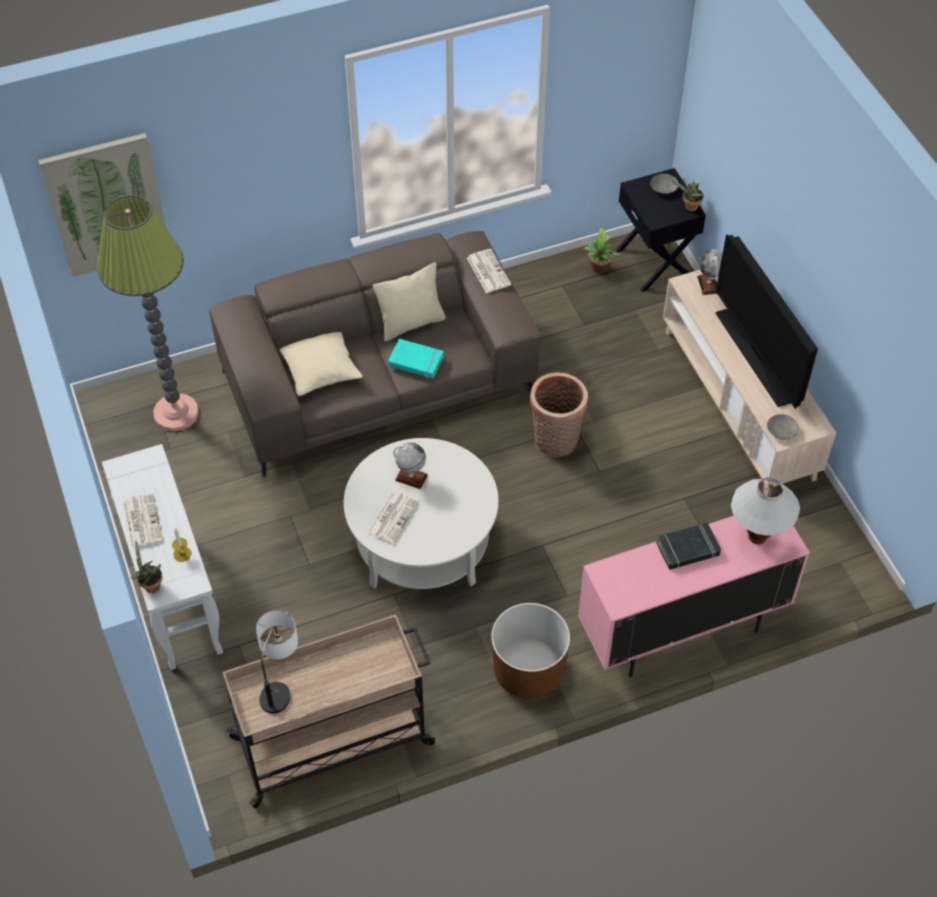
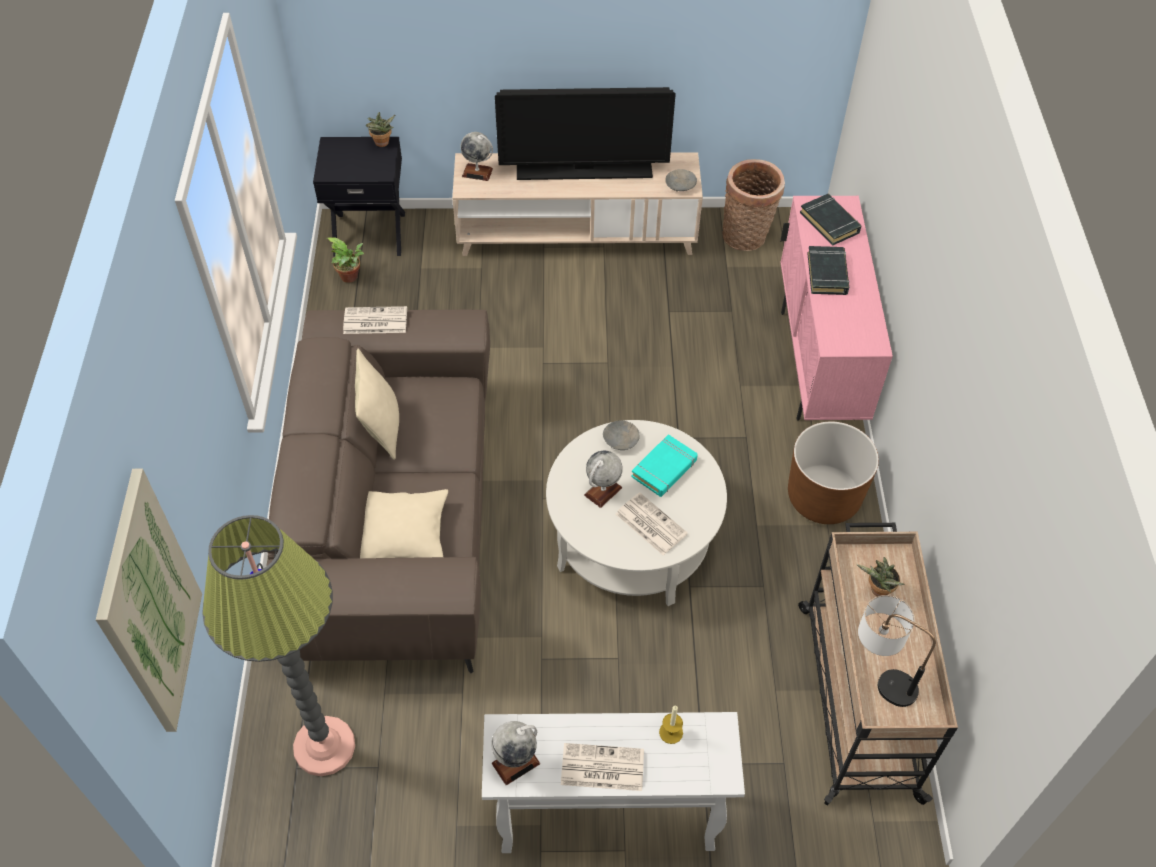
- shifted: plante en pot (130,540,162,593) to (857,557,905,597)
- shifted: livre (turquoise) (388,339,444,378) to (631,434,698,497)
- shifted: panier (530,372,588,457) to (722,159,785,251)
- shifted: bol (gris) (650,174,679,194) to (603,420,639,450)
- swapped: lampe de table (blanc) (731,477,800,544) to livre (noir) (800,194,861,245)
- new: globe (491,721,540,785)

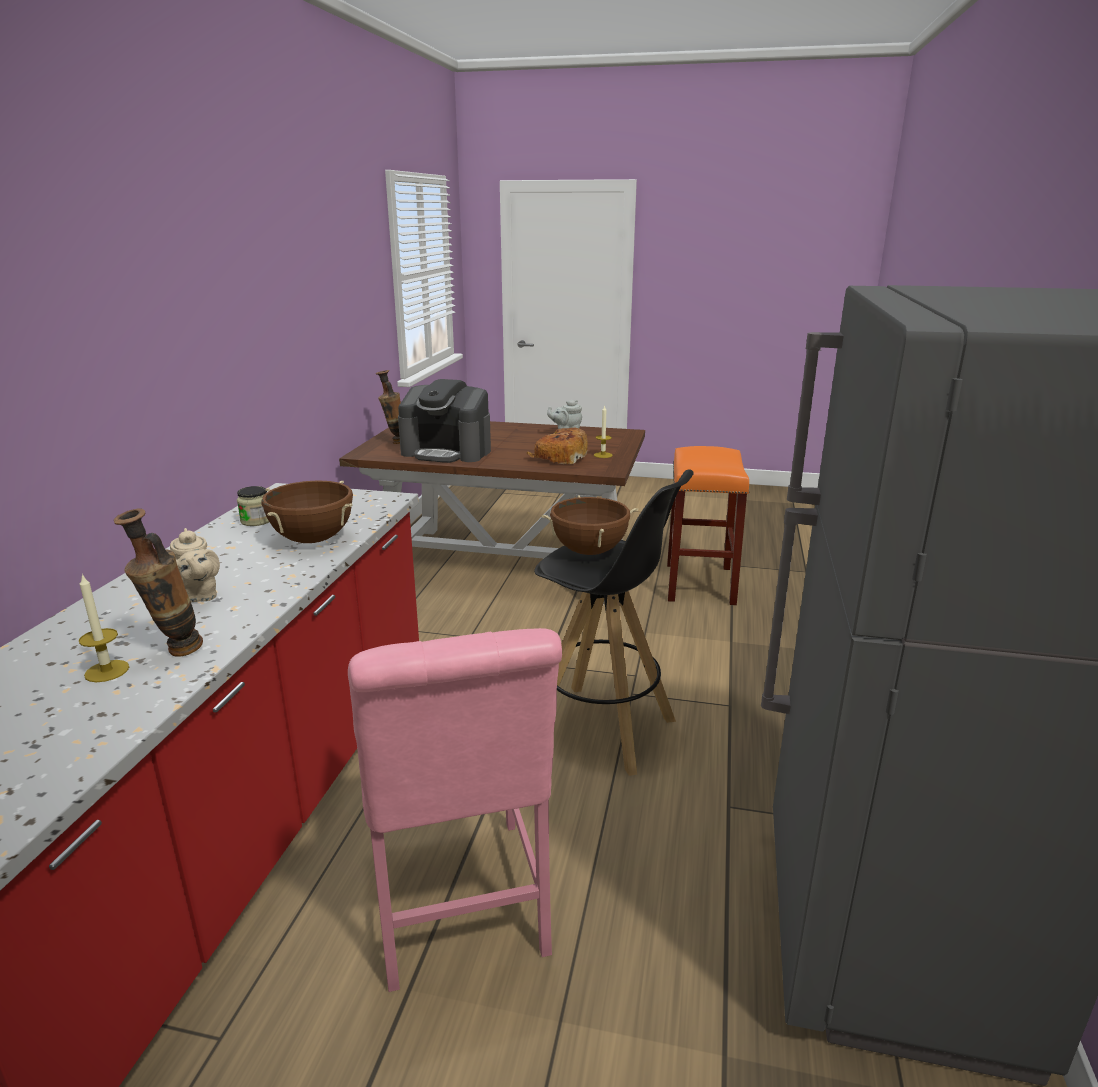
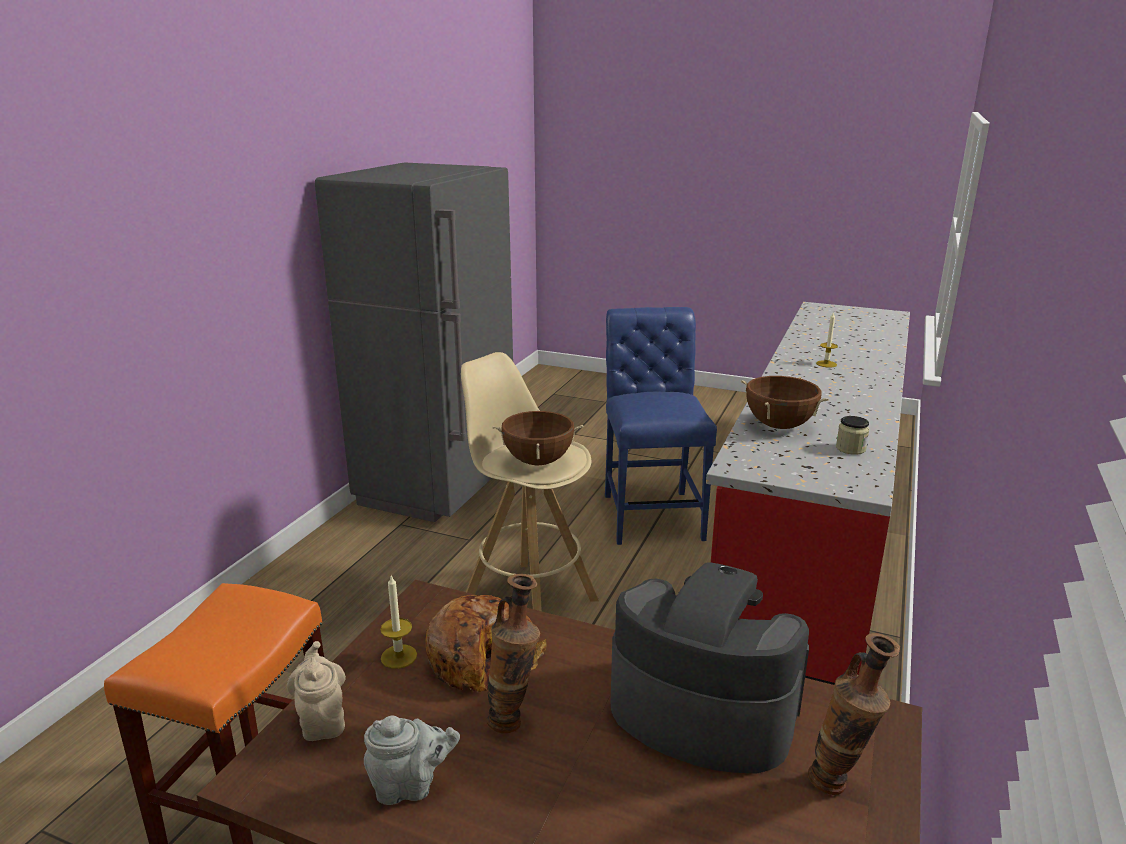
- shifted: vase (114,508,203,657) to (487,574,540,733)
- shifted: théière (beige) (170,528,220,603) to (287,641,346,741)
- repainted: chaise (rose) (348,628,562,992) to chaise (bleu) (605,307,717,545)
- repainted: tabouret (noir) (534,469,694,776) to tabouret (beige) (461,352,599,611)

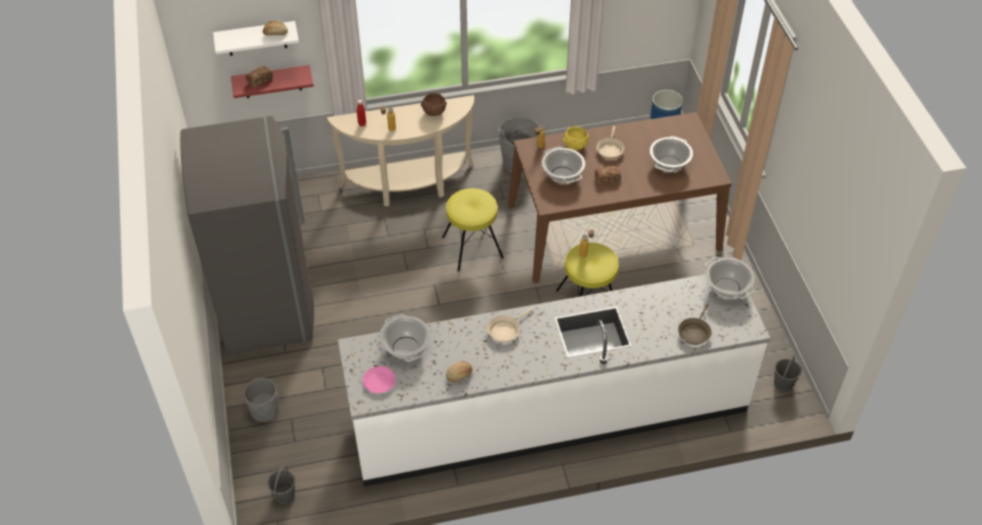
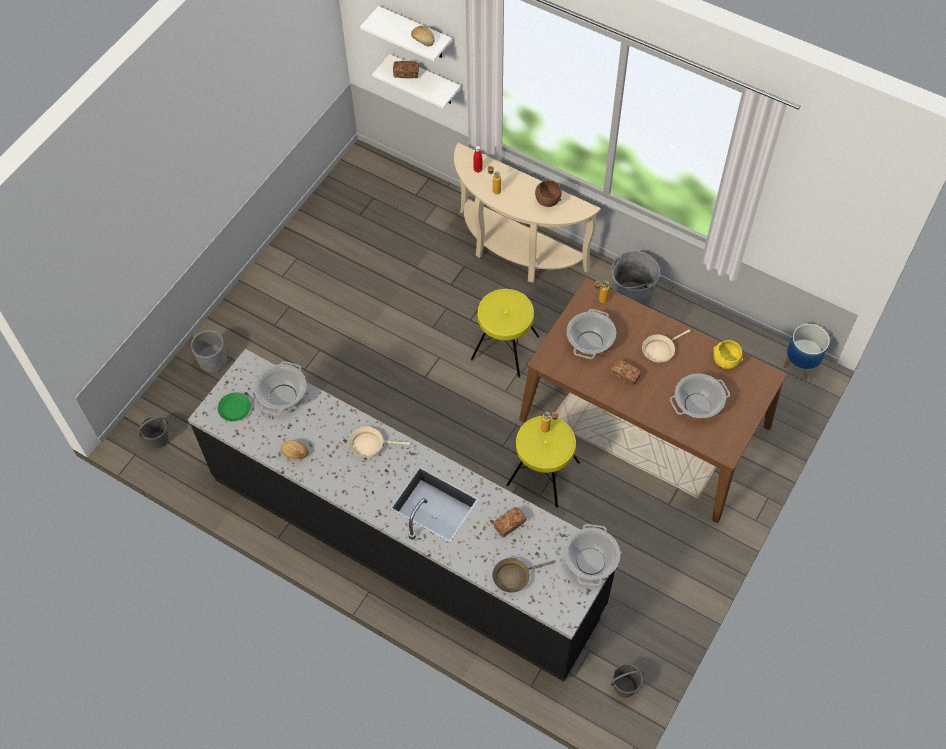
- gone: réfrigérateur (gris) (180,116,314,355)
- repainted: étagère (rouge) (231,65,314,98) to étagère (blanc) (372,54,461,109)
- repainted: comptoir de cuisine (blanc) (338,274,770,487) to comptoir de cuisine (noir) (188,349,622,682)
- repainted: assiette (rose) (363,366,396,393) to assiette (vert) (218,393,251,421)
- shifted: bol (jaune) (563,126,589,151) to (713,340,743,369)
- new: pain (493,507,526,537)

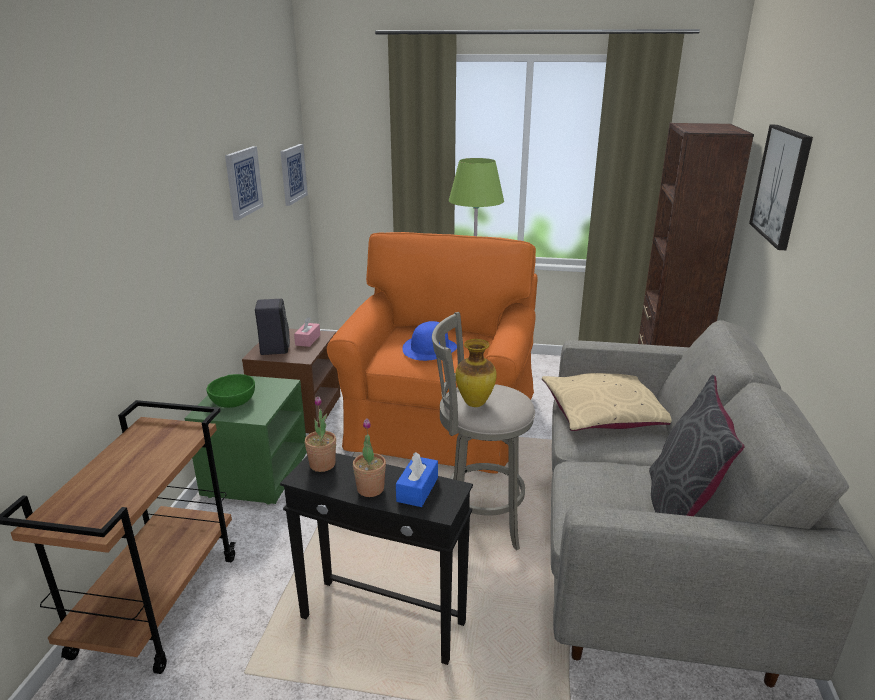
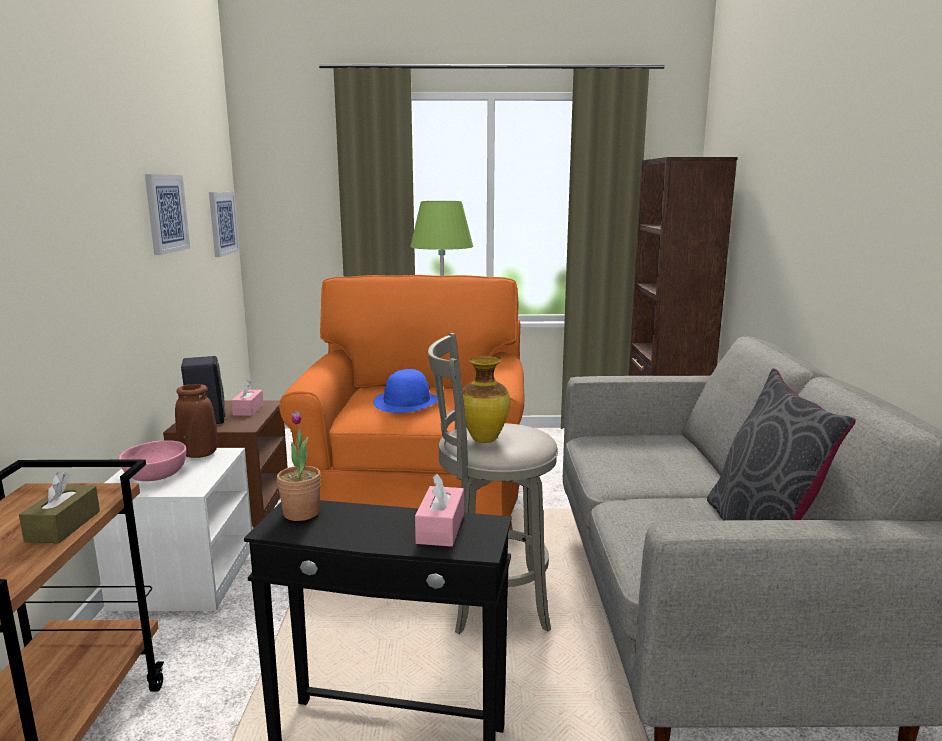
- repainted: table de chevet (vert) (185,374,307,505) to table de chevet (blanc) (93,448,252,614)
- repainted: bol (vert) (207,374,255,408) to bol (rose) (119,440,187,481)
- gone: plante en pot (353,418,386,497)
- repainted: boîte à mouchoirs (bleu) (396,452,438,507) to boîte à mouchoirs (rose) (415,474,464,547)
- gone: coussin (beige) (542,373,672,431)
- gone: tableau (749,125,813,250)
- new: boîte à mouchoirs (marron) (19,472,100,543)
- new: vase (marron) (175,384,217,458)

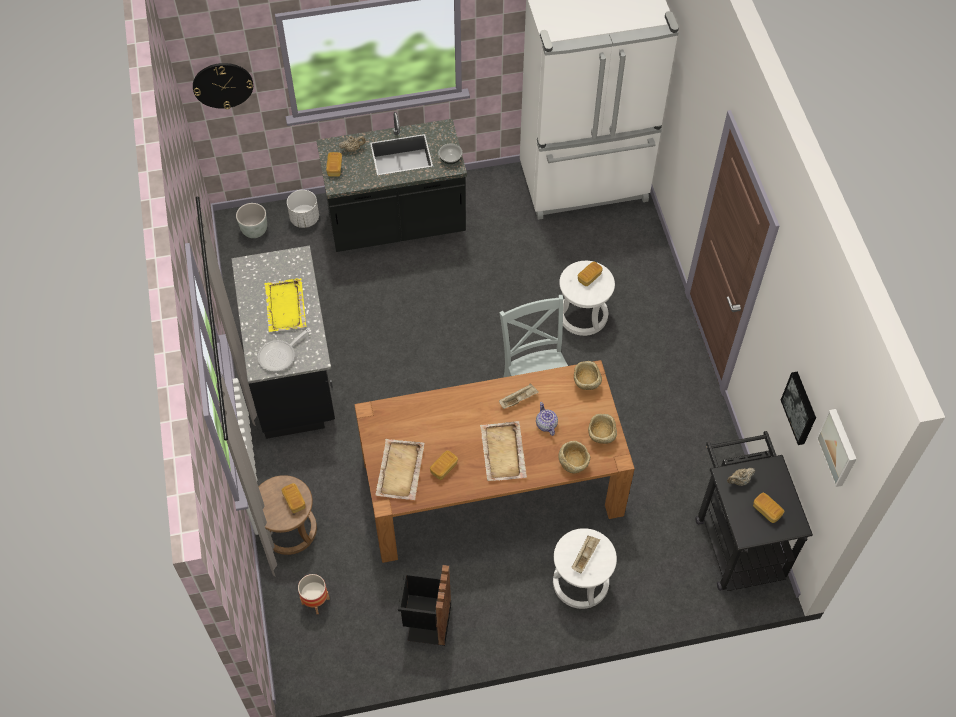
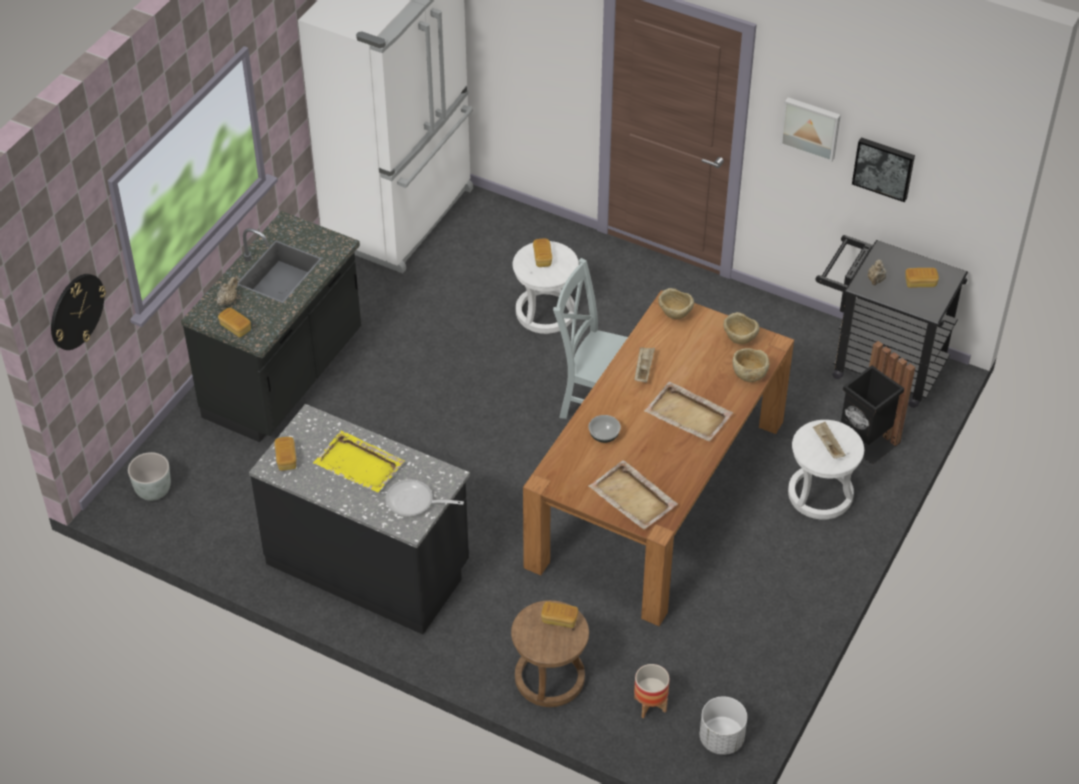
- rotated: poêle (258,328,310,371) = (385,479,464,517) 105 degrees clockwise
- shifted: cache-pot (blanc) (287,190,319,228) to (700,696,747,755)
- shifted: poubelle (noir) (398,565,451,646) to (841,341,915,464)
- shifted: pain (430,450,458,480) to (274,437,296,471)
- shifted: bol (439,144,462,164) to (589,415,621,443)
- gone: théière (536,402,558,436)
- shifted: tableau (816,409,856,487) to (780,97,841,162)

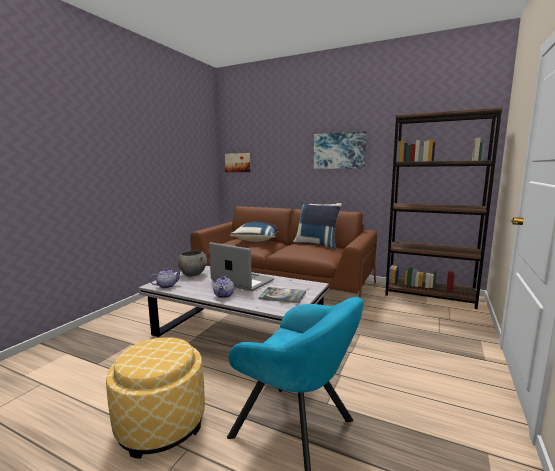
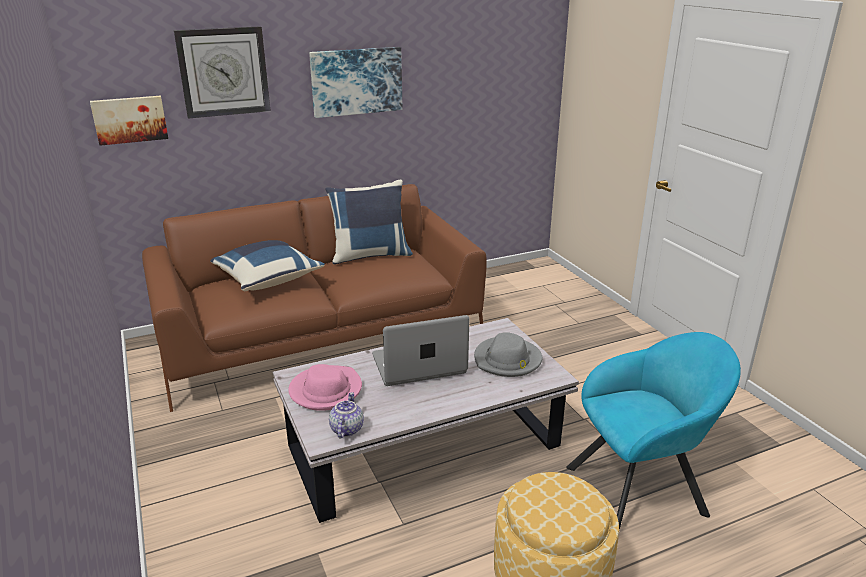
- swapped: bol (gris) (178,251,207,277) to chapeau (rose) (288,364,362,411)
- gone: théière (213,276,234,298)
- swapped: livre (259,287,306,303) to chapeau (gris) (474,332,542,377)
- gone: bibliothèque (marron) (385,107,503,309)
- new: horloge murale (174,26,271,119)

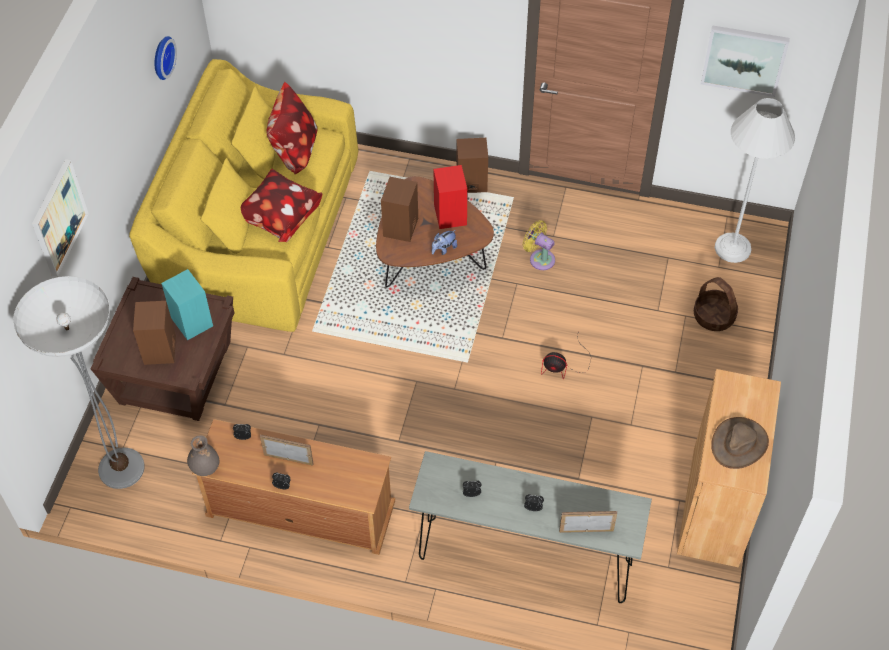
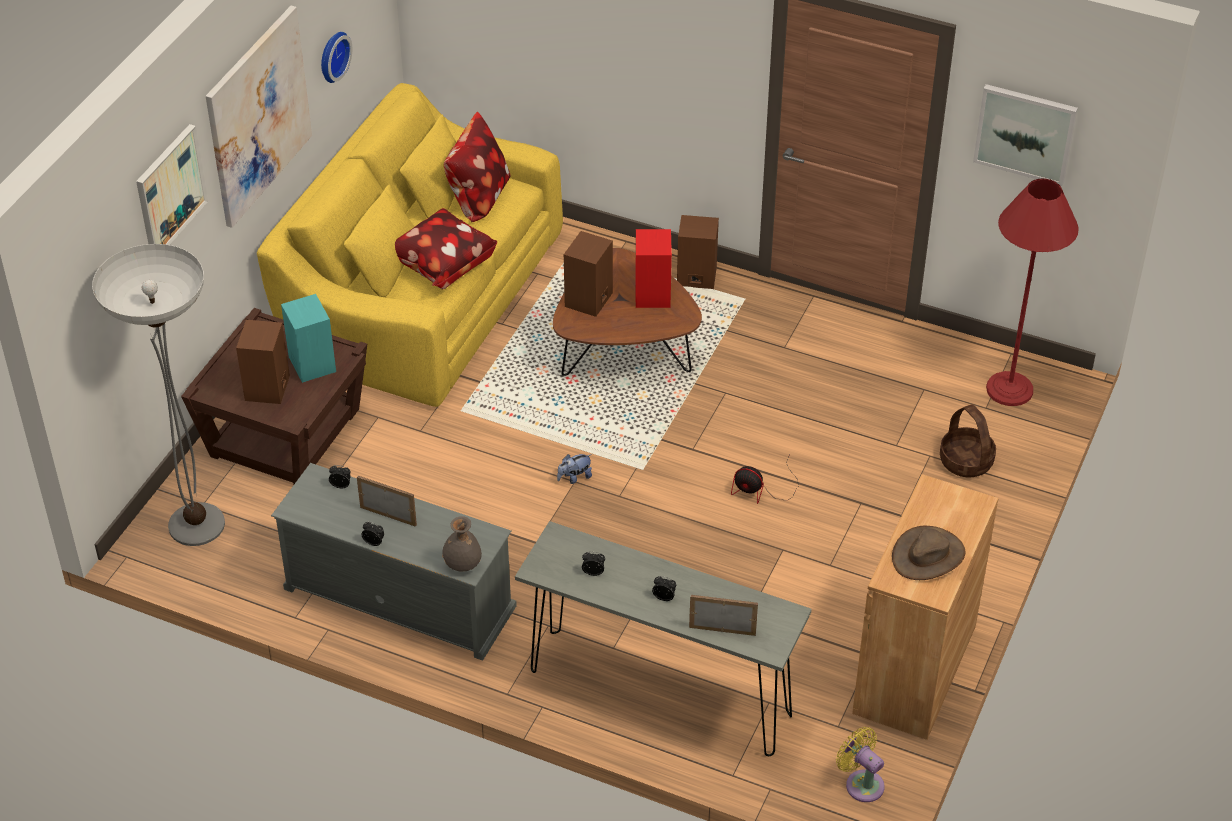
- shifted: vase (gris) (187,435,220,476) to (442,516,482,571)
- repainted: meuble télé (marron) (192,419,395,555) to meuble télé (gris) (271,463,517,661)
- shifted: peluche (432,230,457,255) to (557,454,592,484)
- shifted: ventilateur (jaune) (523,220,555,270) to (836,727,885,802)
- repainted: lampadaire (blanc) (715,98,795,263) to lampadaire (rouge) (986,178,1079,406)
- new: tableau (206,6,312,228)

